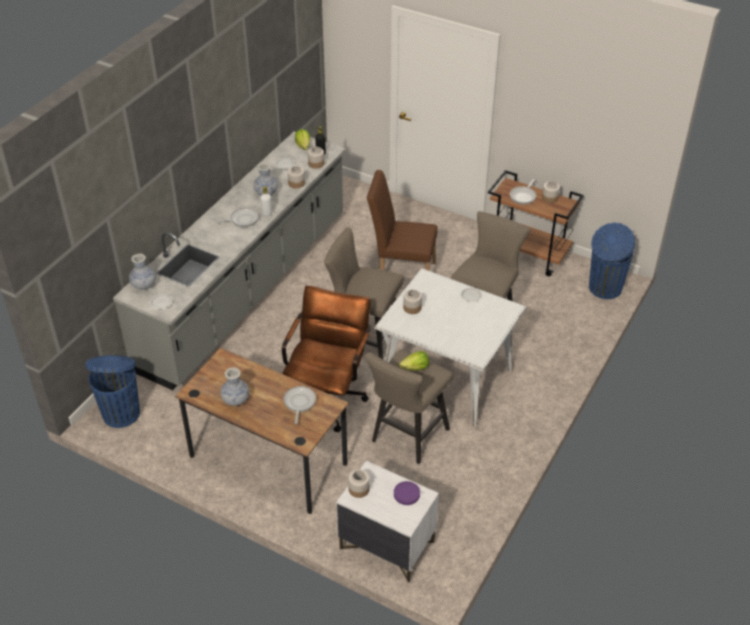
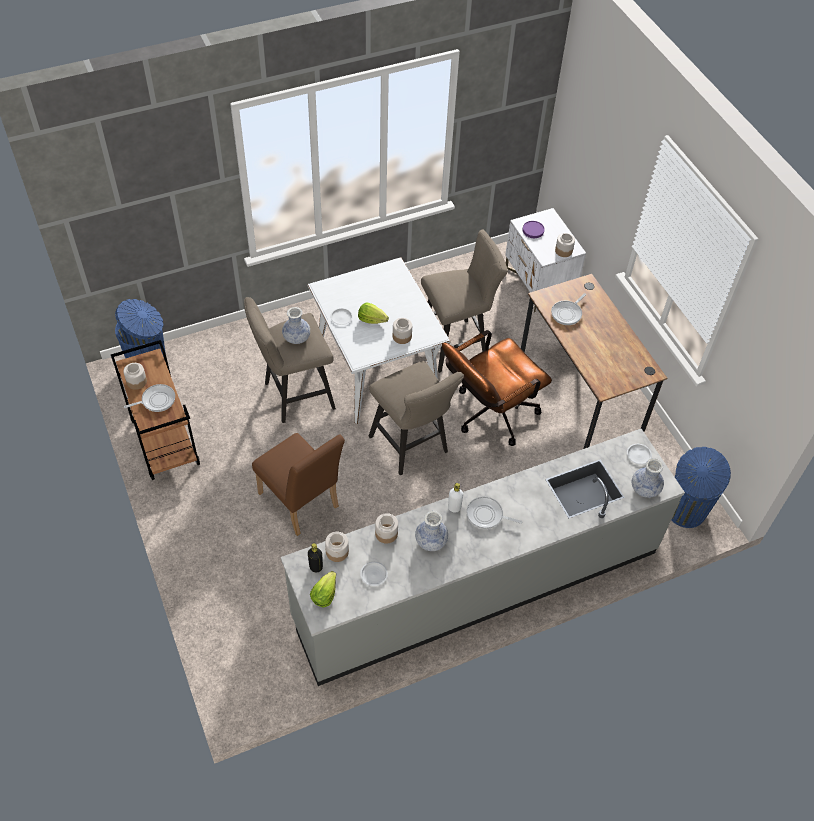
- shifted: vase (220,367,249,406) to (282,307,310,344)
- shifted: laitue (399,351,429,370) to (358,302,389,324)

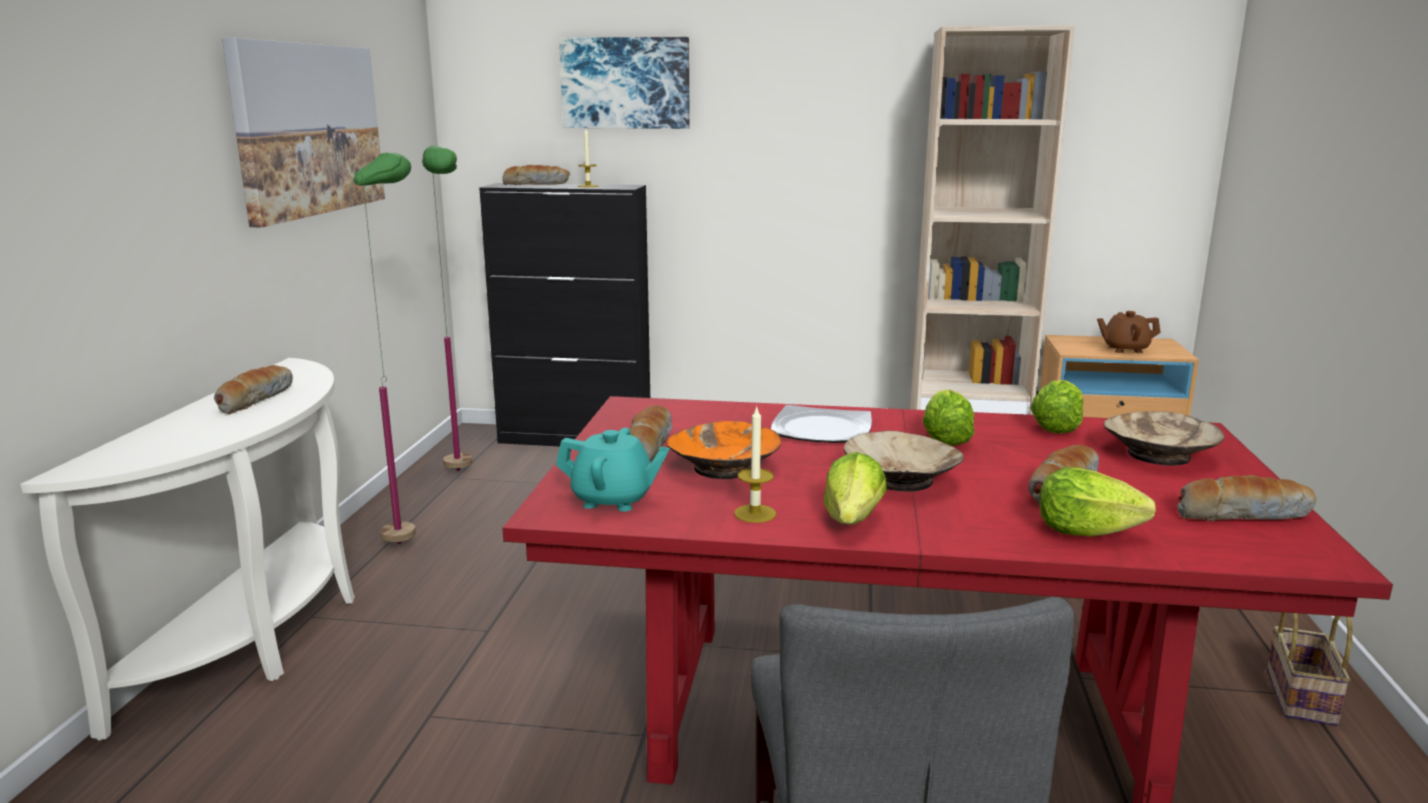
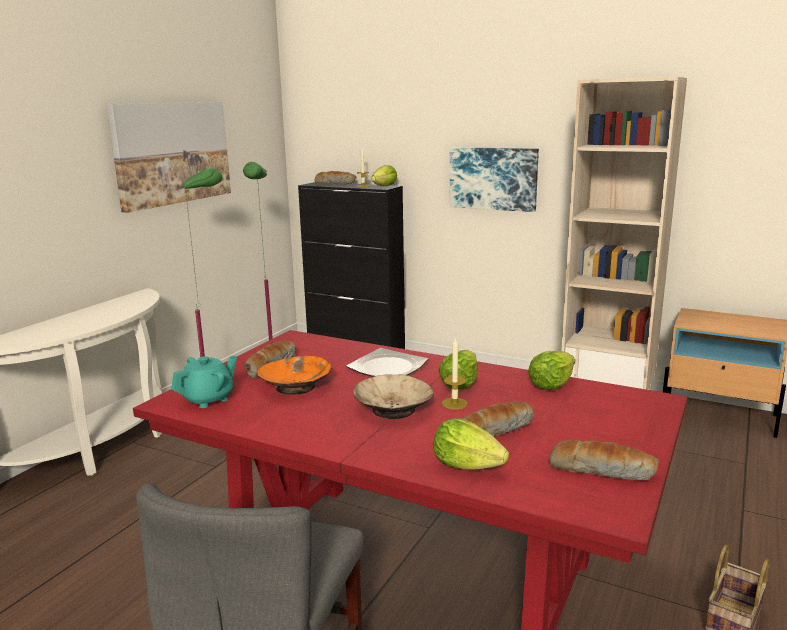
- gone: pain (214,365,293,414)
- rotated: théière (turquoise) (556,428,670,512) = (171,356,237,408) 75 degrees counterclockwise
- shifted: tableau (559,37,690,129) to (450,147,539,212)
- shifted: bougie (734,405,776,523) to (442,337,468,410)
- shifted: laitue (824,452,887,524) to (371,165,397,186)
- gone: théière (marron) (1097,311,1161,353)
- gone: bol (beige) (1103,411,1224,466)

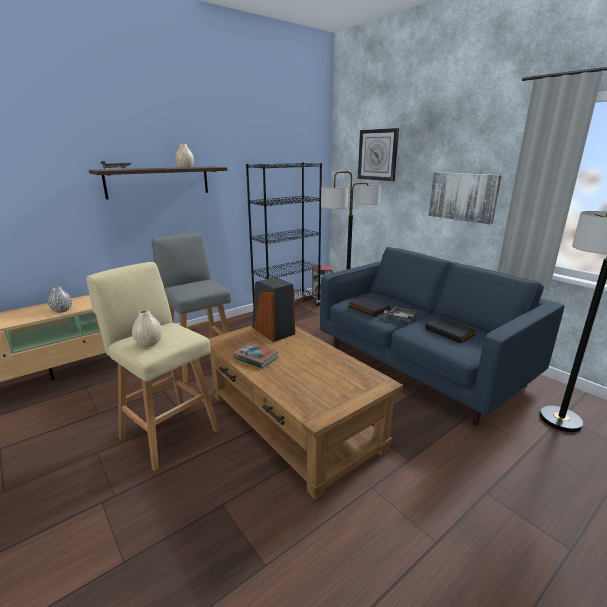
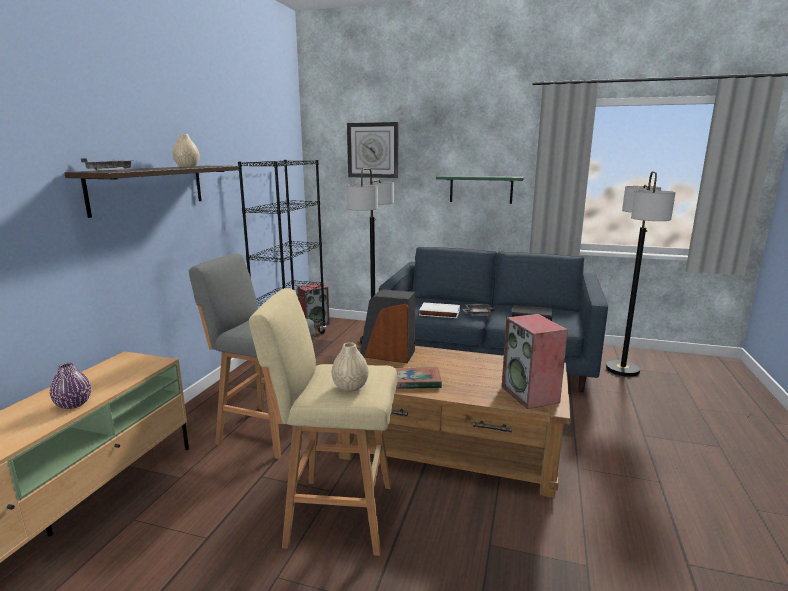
- repainted: vase (gris) (48,286,72,313) to vase (violet) (50,363,91,409)
- repainted: livre (noir) (348,297,390,317) to livre (blanc) (419,303,460,318)
- swapped: tableau (429,172,502,224) to étagère (vert) (436,175,524,204)
- new: enceinte (502,314,568,409)

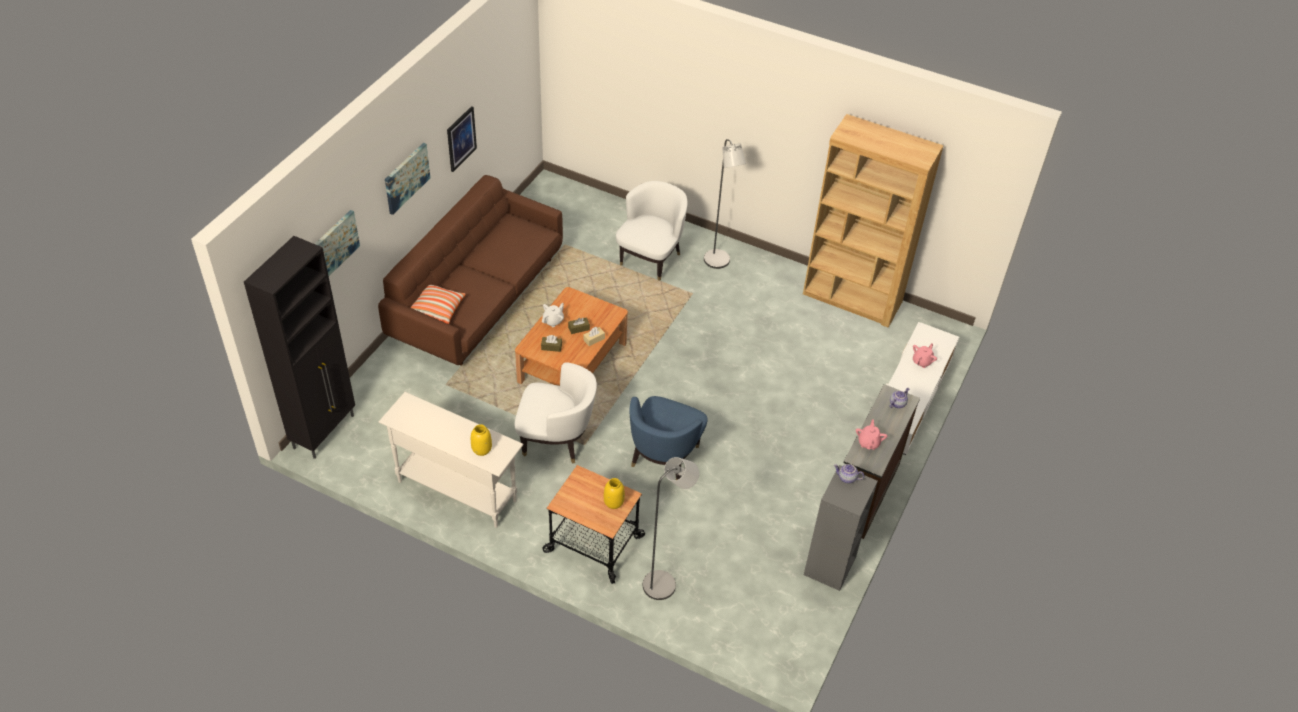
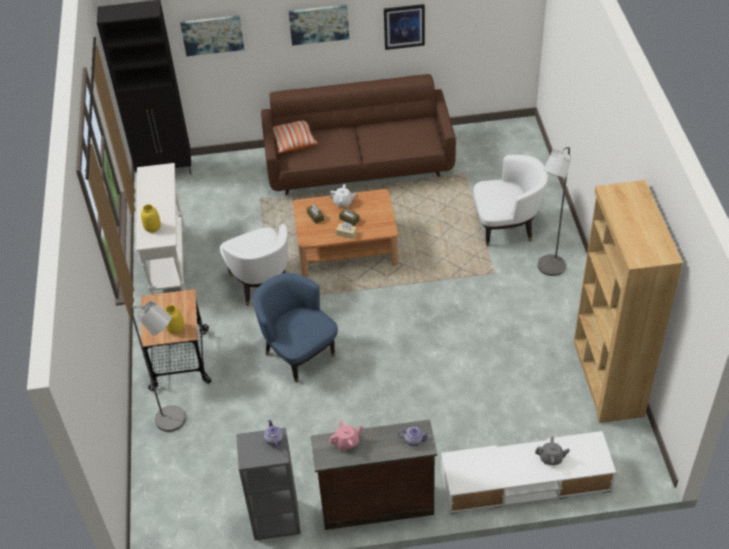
- rotated: fauteuil (bleu) (629,396,708,480) = (253,273,338,383) 60 degrees clockwise
- repainted: théière (rose) (913,343,937,368) to théière (gris) (535,436,570,465)

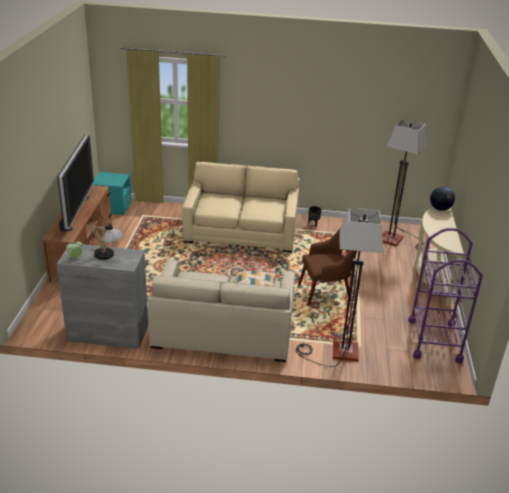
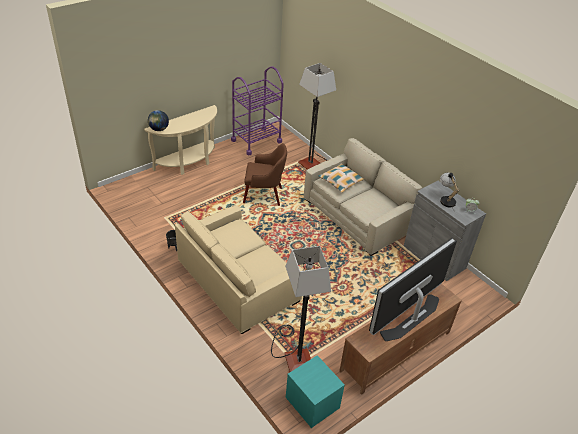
- rotated: fauteuil (marron) (298,229,357,306) = (243,143,287,206) 150 degrees clockwise
- shifted: lampadaire (382,119,430,250) to (271,246,331,372)

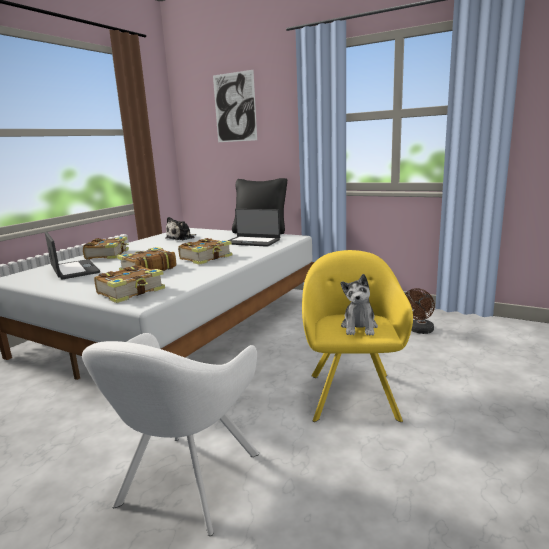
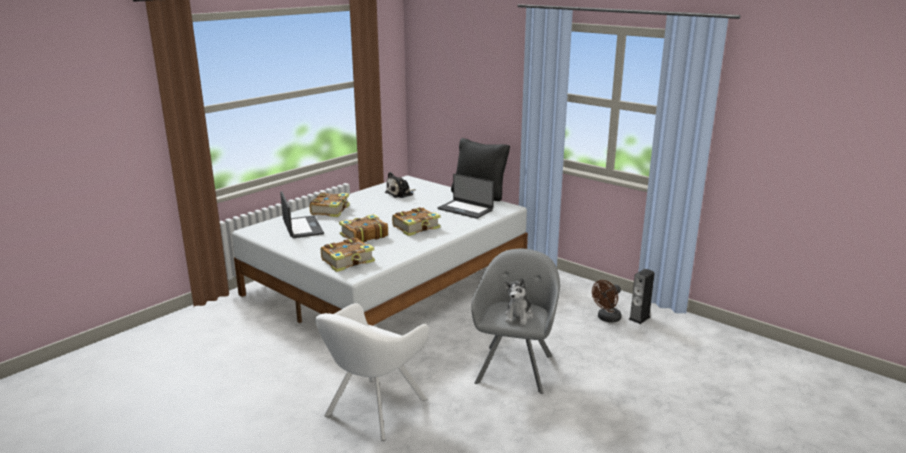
- gone: tableau (213,70,257,142)
- repainted: fauteuil (jaune) (302,250,413,422) to fauteuil (gris) (471,249,560,394)
- new: enceinte (629,269,655,324)

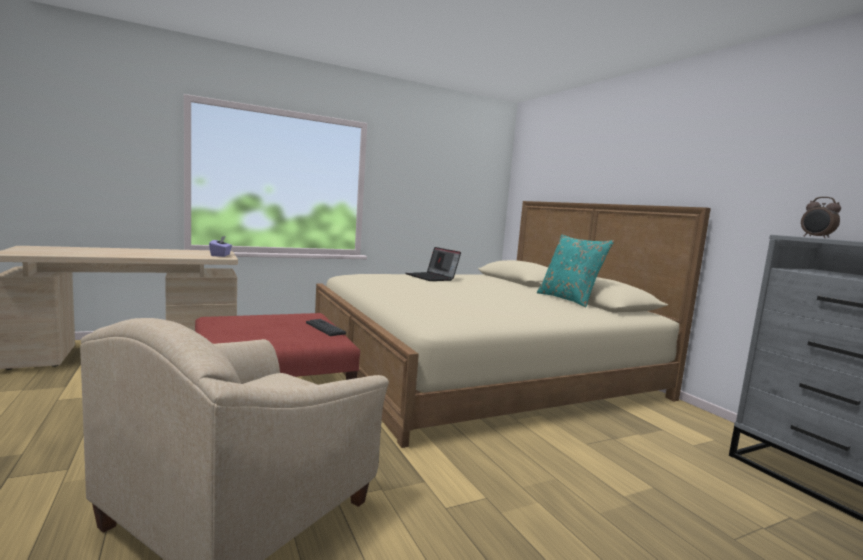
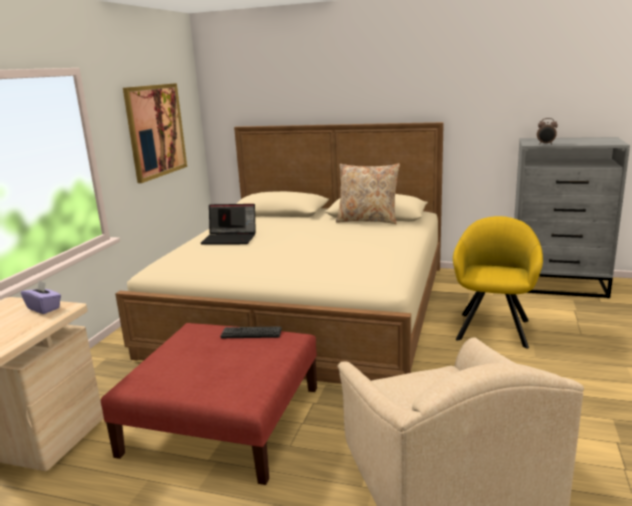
- repainted: coussin (turquoise) (537,235,614,307) to coussin (beige) (336,163,400,224)
- new: tableau (123,83,187,183)
- new: fauteuil (jaune) (453,216,543,348)

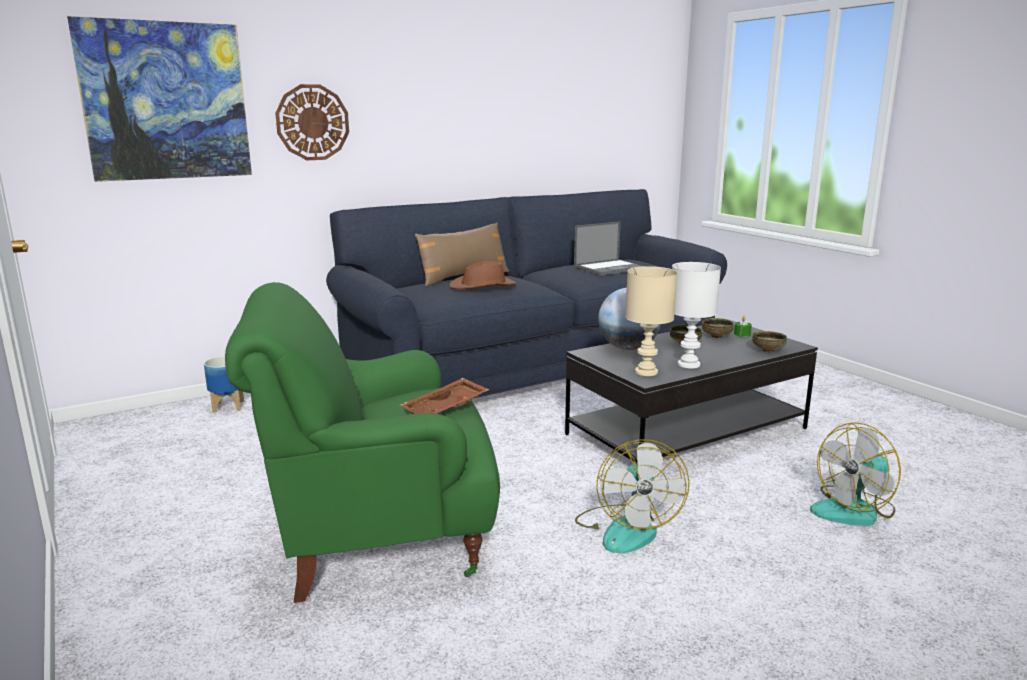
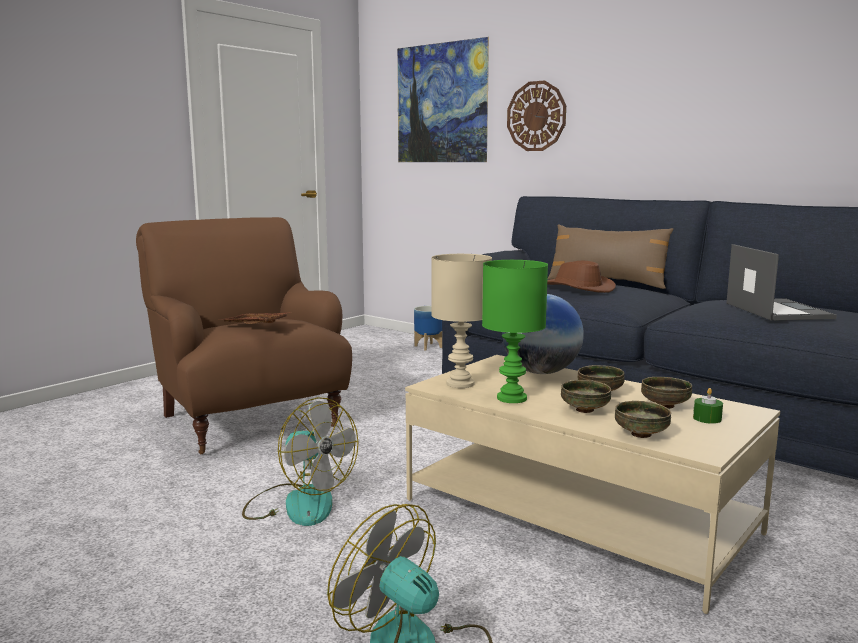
- repainted: fauteuil (vert) (225,282,500,603) to fauteuil (marron) (136,217,352,455)
- repainted: table basse (noir) (565,320,818,463) to table basse (beige) (405,355,780,614)
- rotated: ordinateur portable (574,222,643,276) = (726,244,837,320) 135 degrees counterclockwise
- rotated: ventilateur (575,439,690,553) = (242,397,358,526) 120 degrees counterclockwise
- repainted: lampe de table (blanc) (672,262,721,369) to lampe de table (vert) (482,260,548,403)
- new: bol (561,380,611,413)

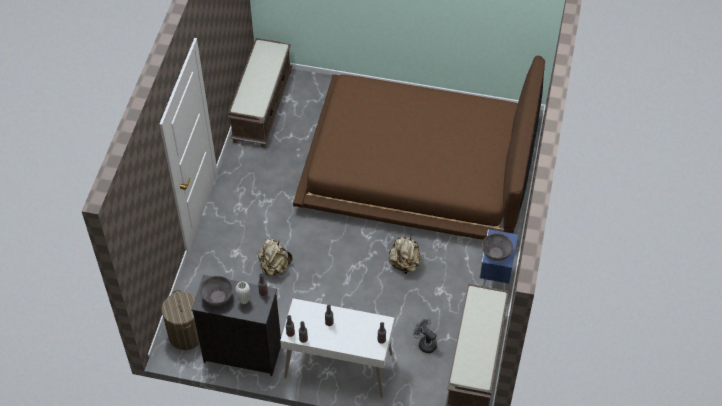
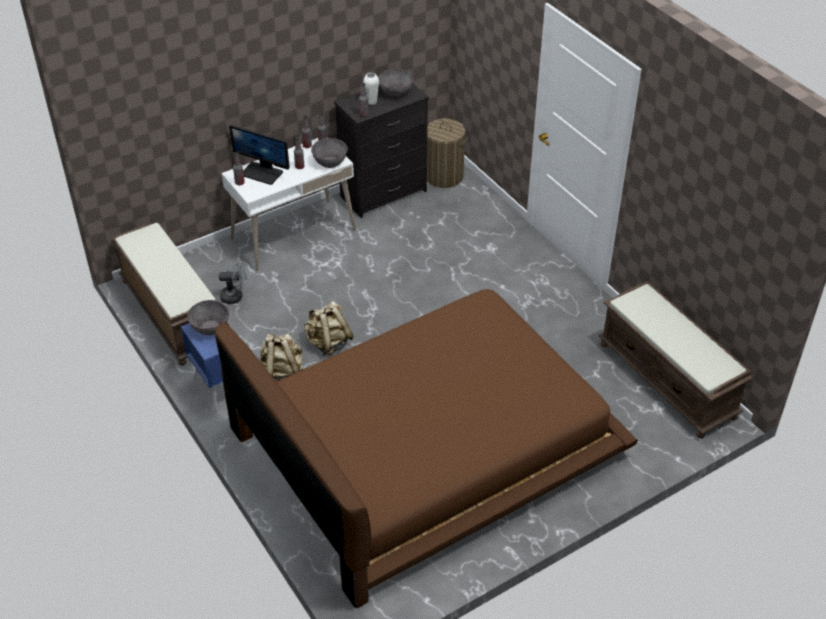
- shifted: sac à dos (beige) (257,238,292,276) to (260,333,303,382)
- new: écran d'ordinateur (229,125,290,185)
- new: bol (gris) (311,138,348,168)

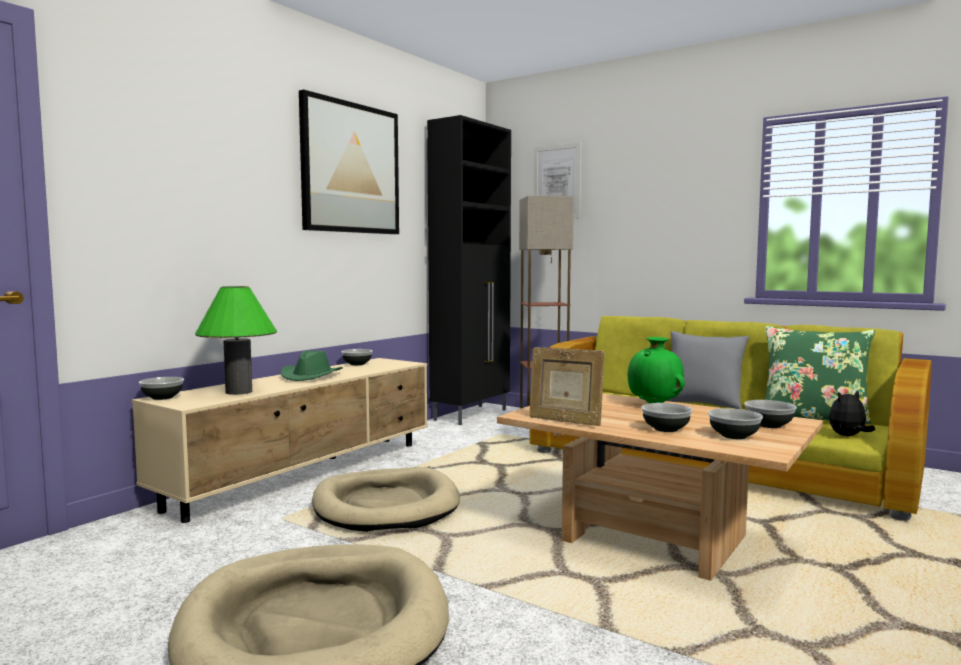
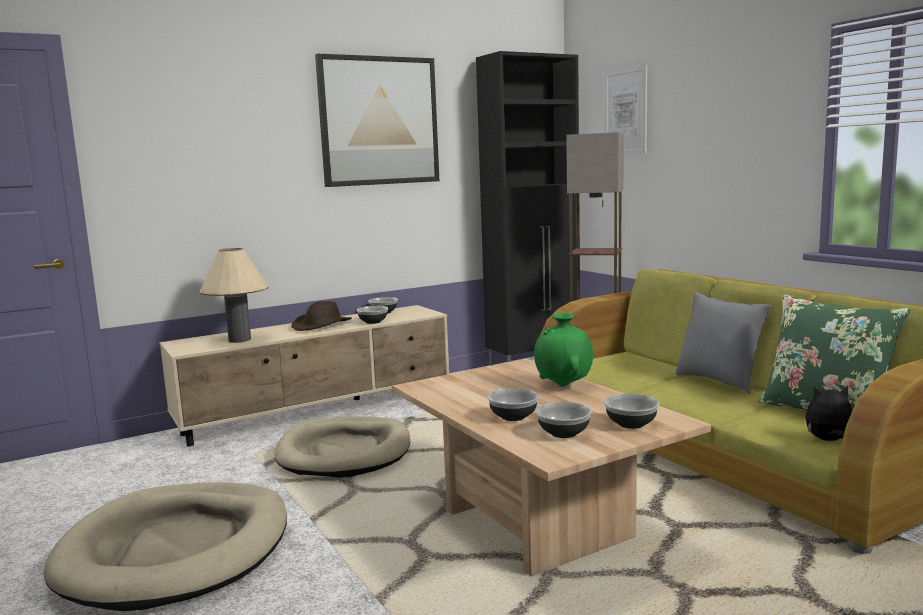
- shifted: bol (139,377,184,400) to (357,306,388,324)
- repainted: lampe de table (vert) (195,286,277,395) to lampe de table (beige) (200,248,269,343)
- repainted: chapeau (vert) (281,351,343,381) to chapeau (marron) (291,301,352,331)
- gone: cadre photo (529,347,605,426)

